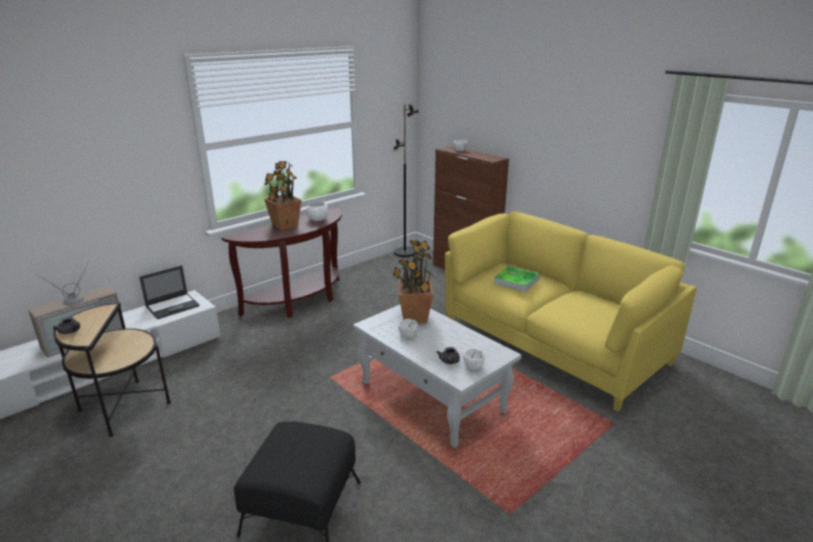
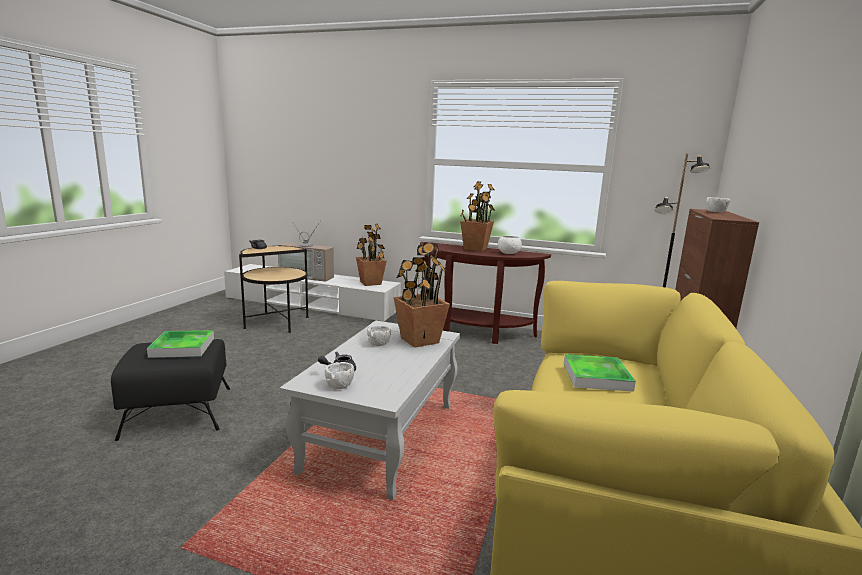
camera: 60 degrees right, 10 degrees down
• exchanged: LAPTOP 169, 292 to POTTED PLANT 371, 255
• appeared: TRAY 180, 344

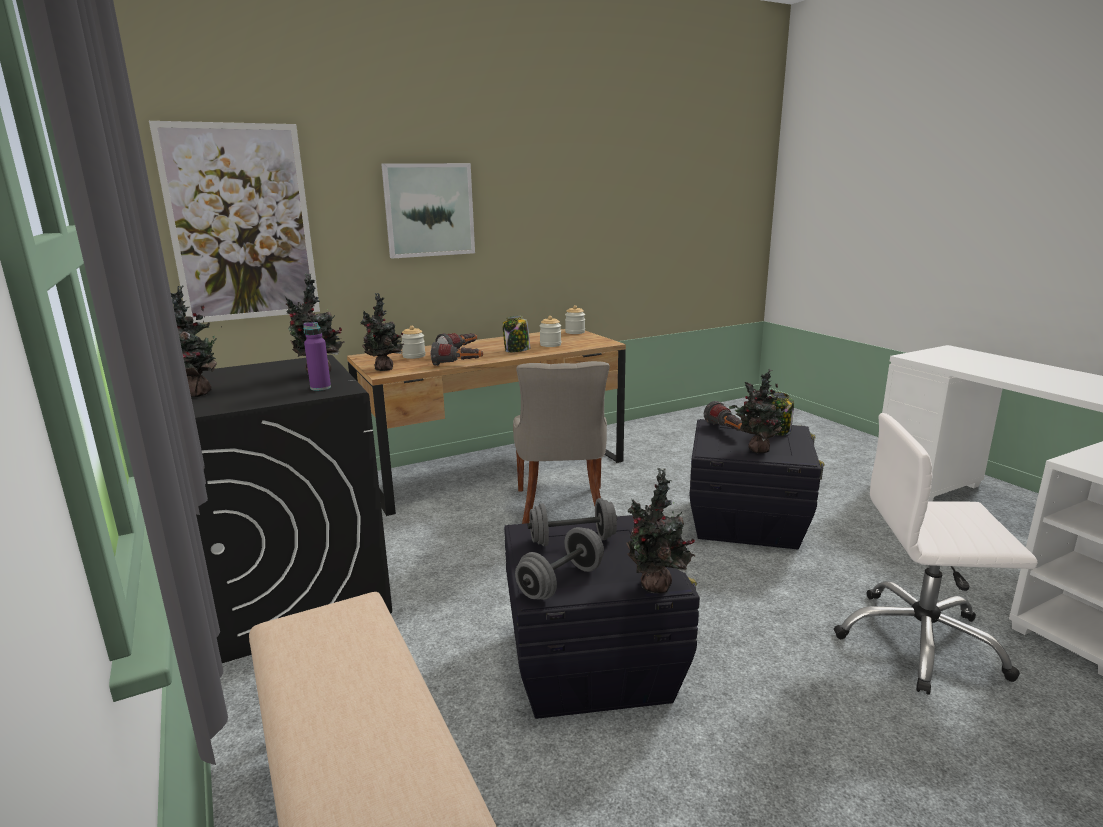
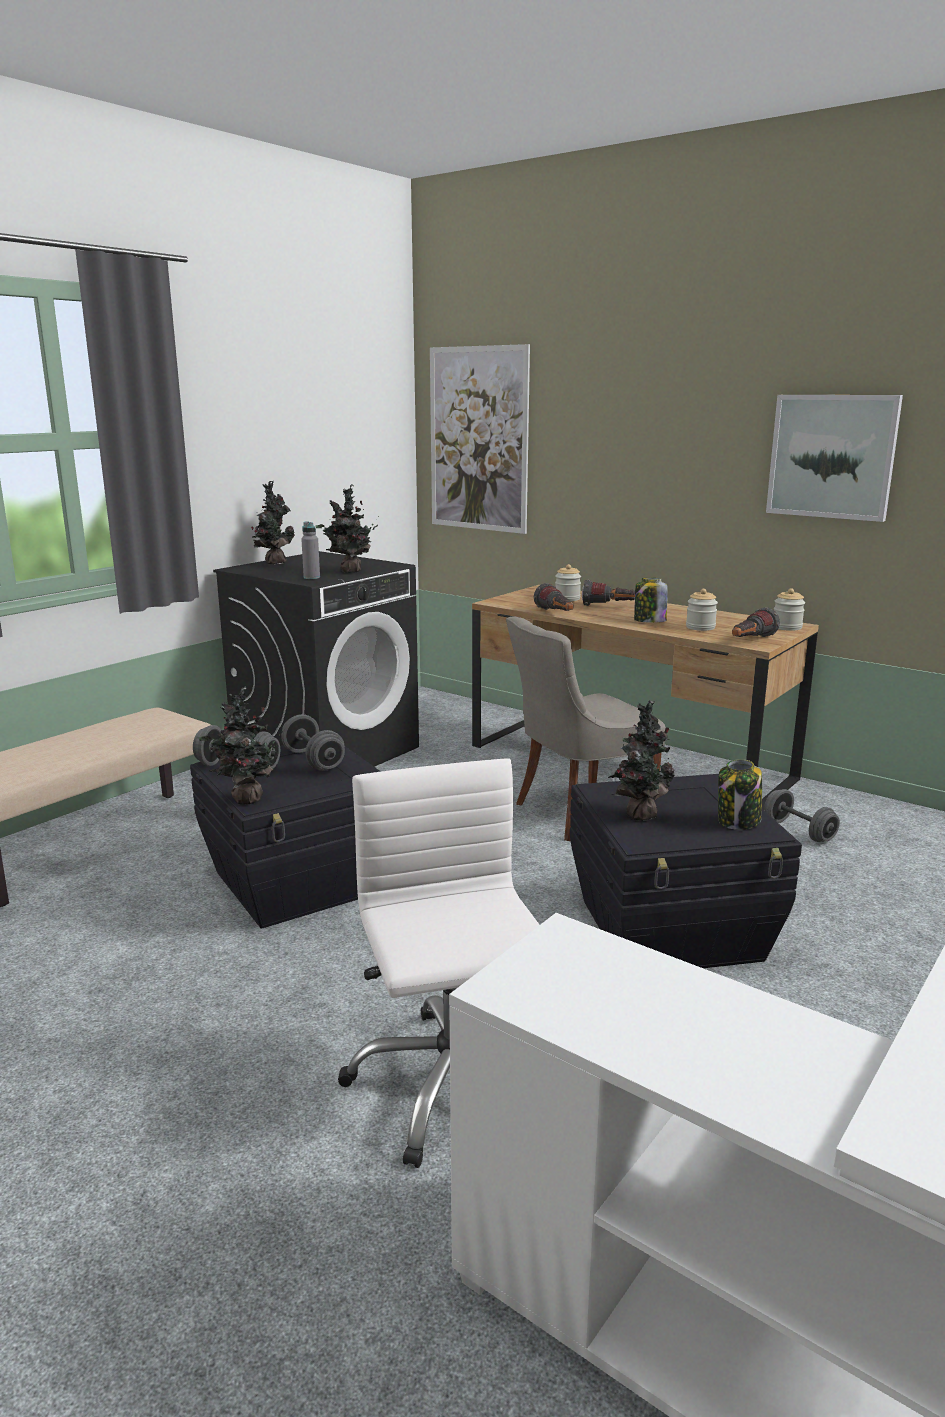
camera: 65 degrees right, 0 degrees up
• relocated: PICTURE 428, 210 to 834, 458
• missing: POTTED PLANT 383, 332
• colour: PURPLE BOTTLE 317, 356 to GREY BOTTLE 310, 550
• relocated: FLASHLIGHT 723, 415 to 756, 622
• appeared: GREY DUMBBELL 802, 815

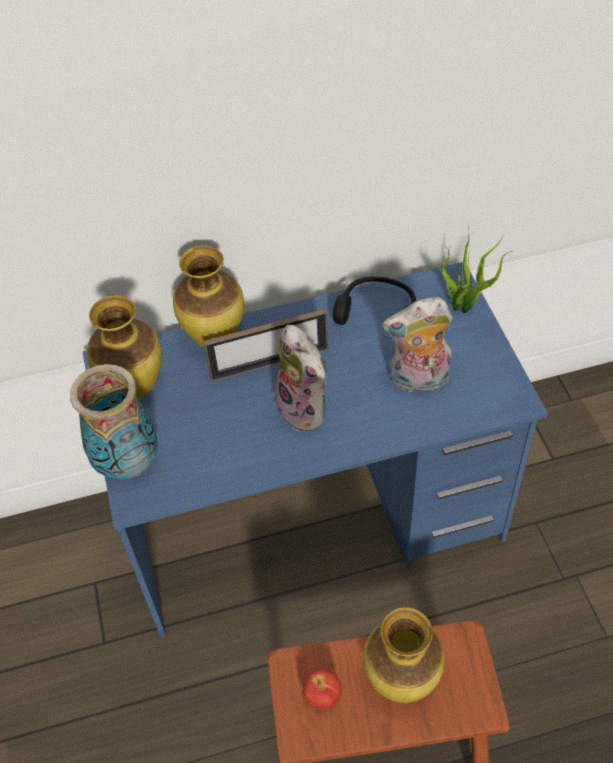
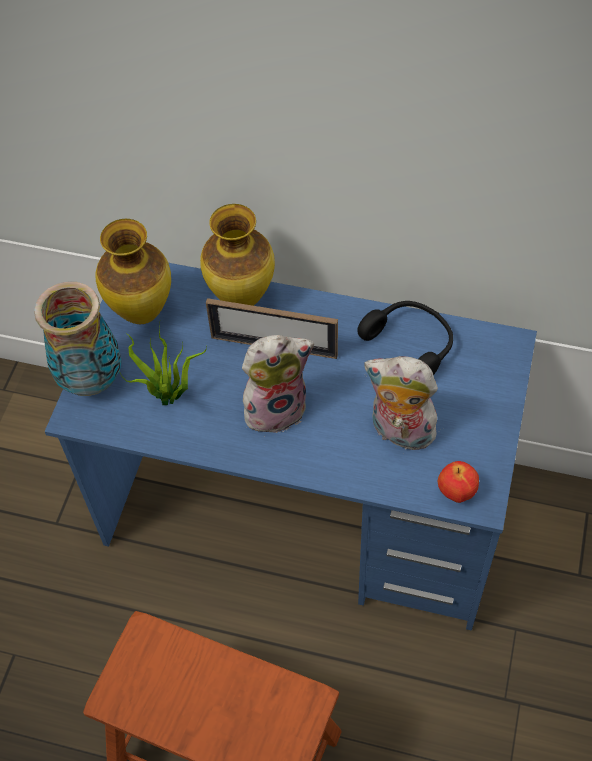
camera: 30 degrees right, 5 degrees up
• relocated: POTTED PLANT 477, 269 to 163, 364
• spun: PLUSH TOY 299, 378 = 278, 384 105 degrees counterclockwise
• missing: VASE 404, 655
• relocated: APPLE 322, 689 to 458, 482

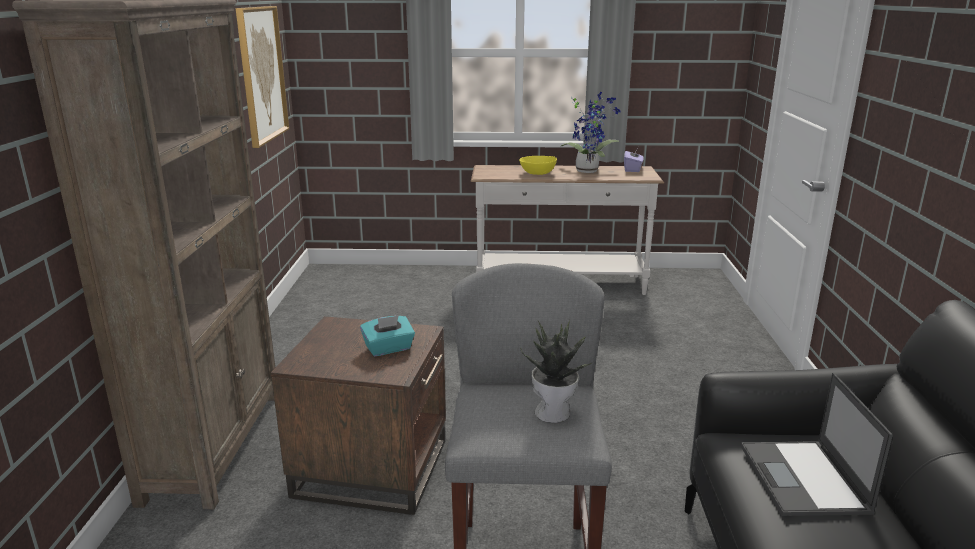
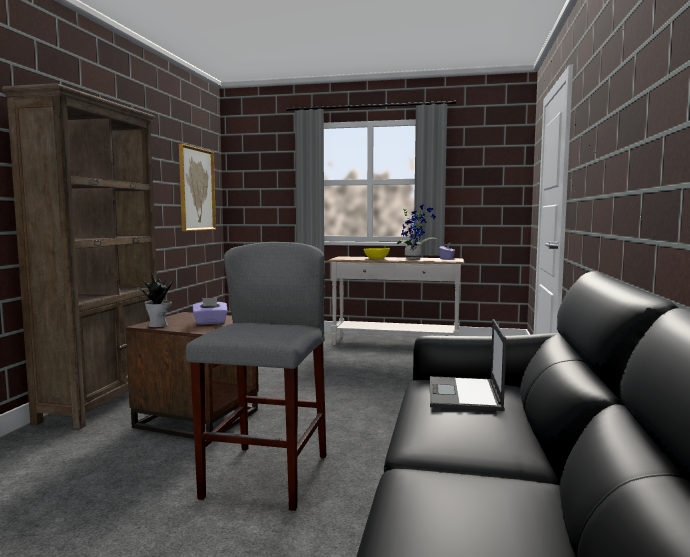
camera: 10 degrees right, 15 degrees down
• colour: TURQUOISE TISSUE BOX 387, 336 to PURPLE TISSUE BOX 210, 311
• relocated: POTTED PLANT 556, 371 to 154, 300

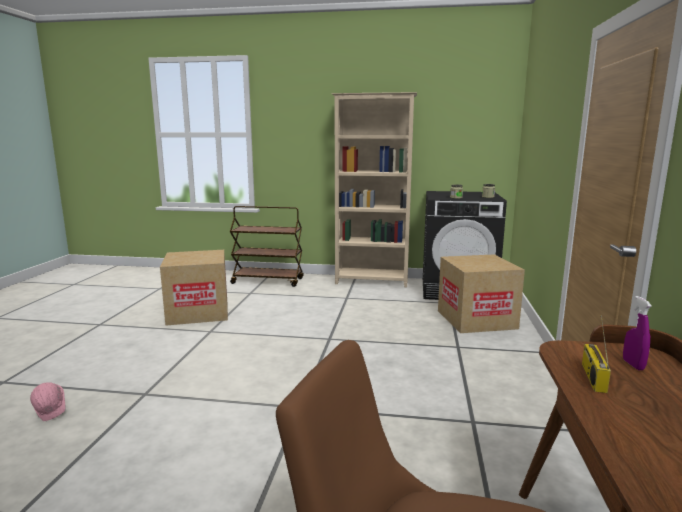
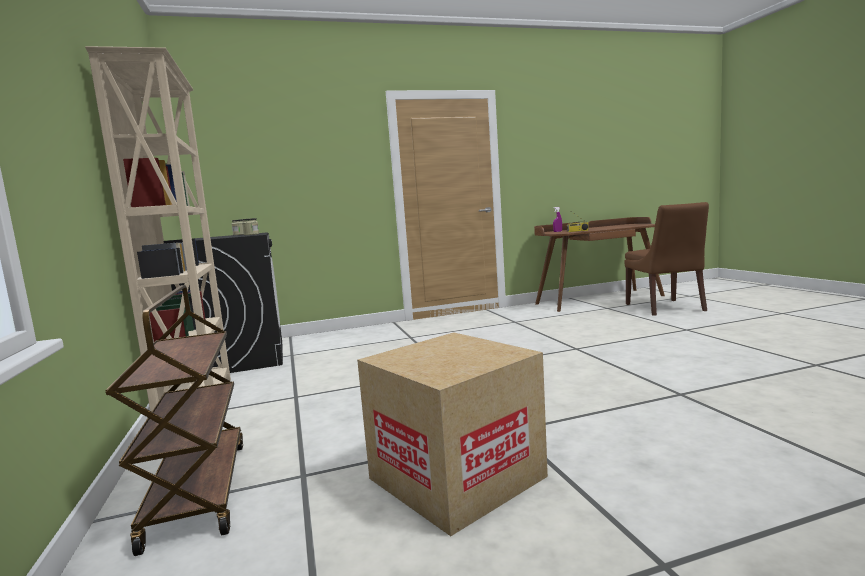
camera: 115 degrees left, 5 degrees down
• missing: CARDBOARD BOX 481, 293
• missing: PINK HARD HAT 48, 401

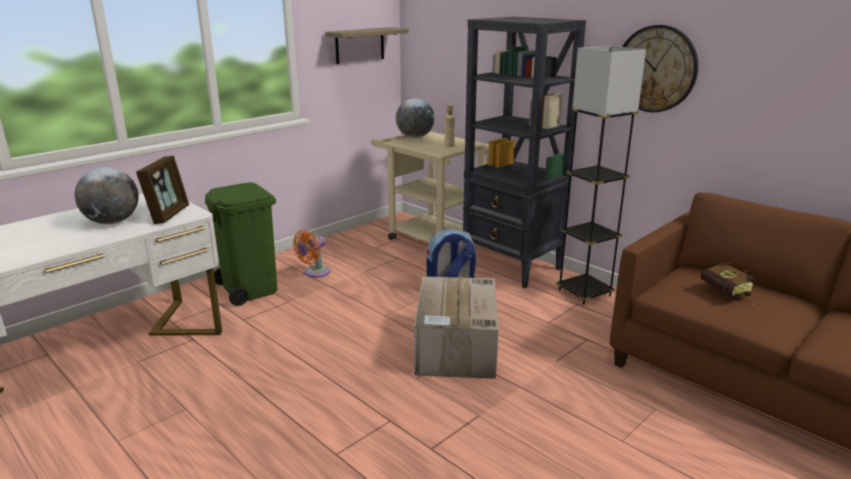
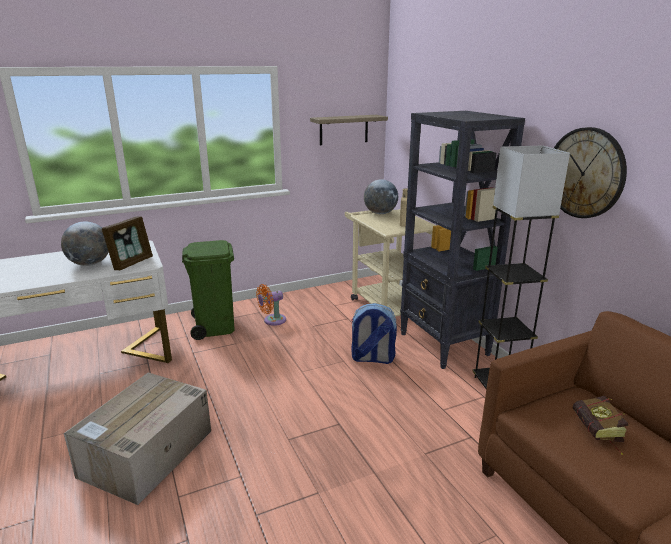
camera: 20 degrees right, 0 degrees up
• relocated: CARDBOARD BOX 456, 327 to 137, 438

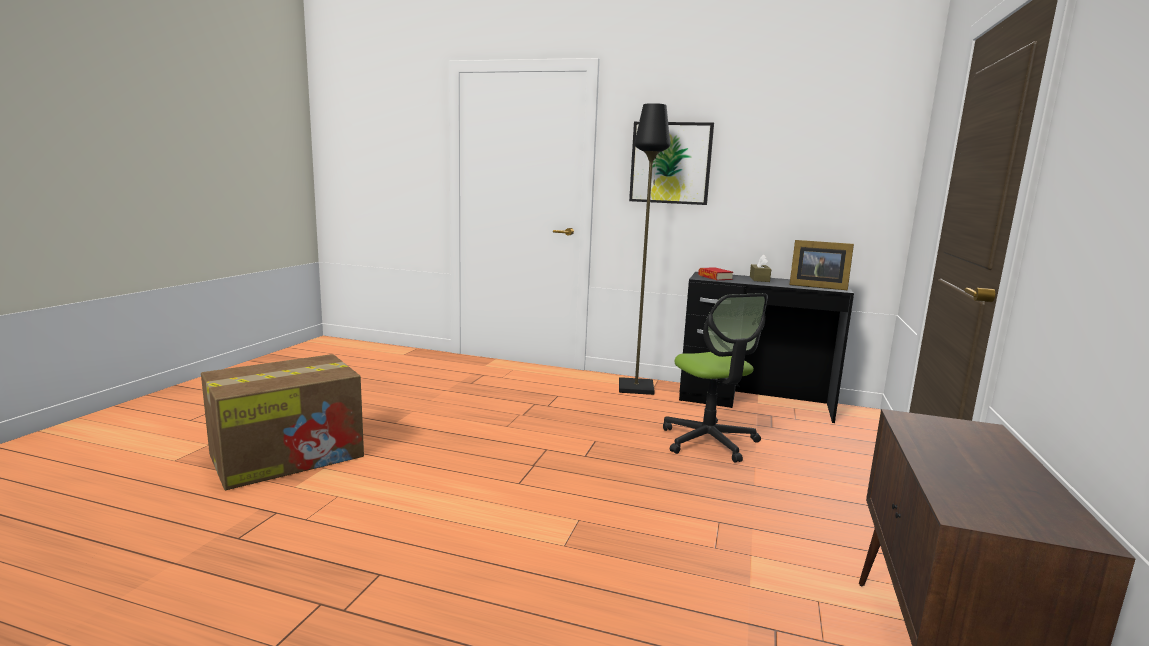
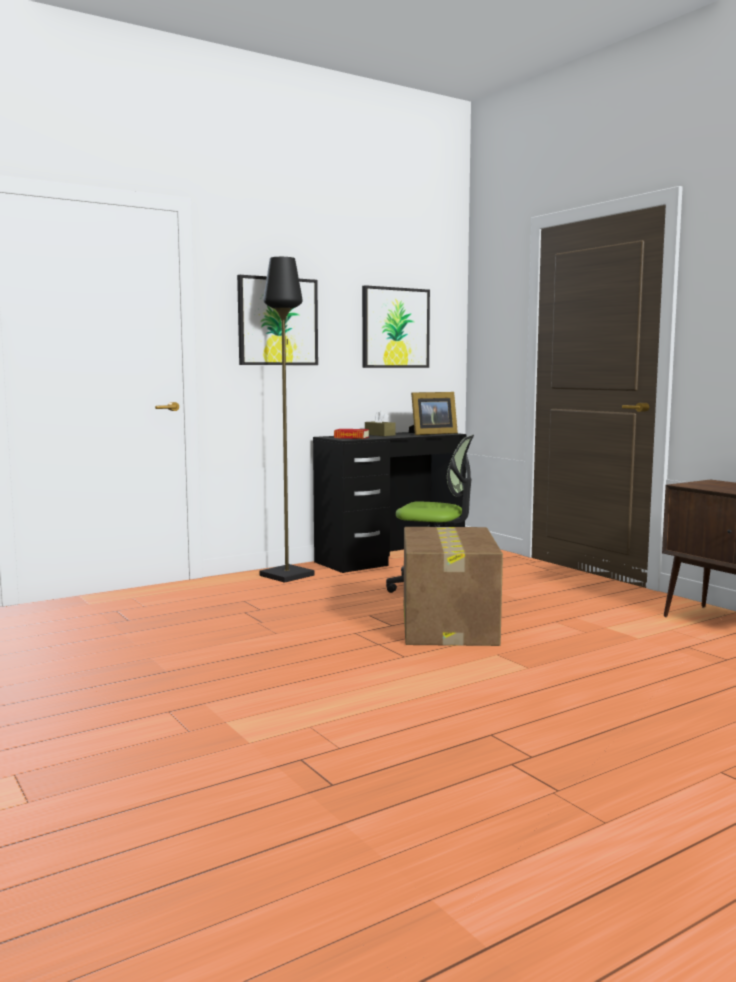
camera: 50 degrees left, 5 degrees down
• relocated: CARDBOARD BOX 282, 422 to 453, 586
• appeared: PICTURE 396, 326

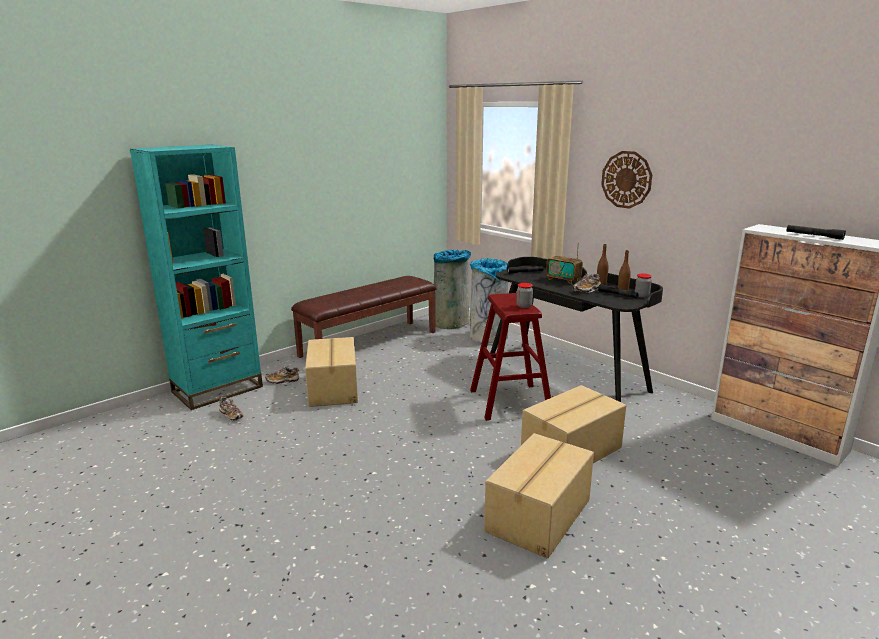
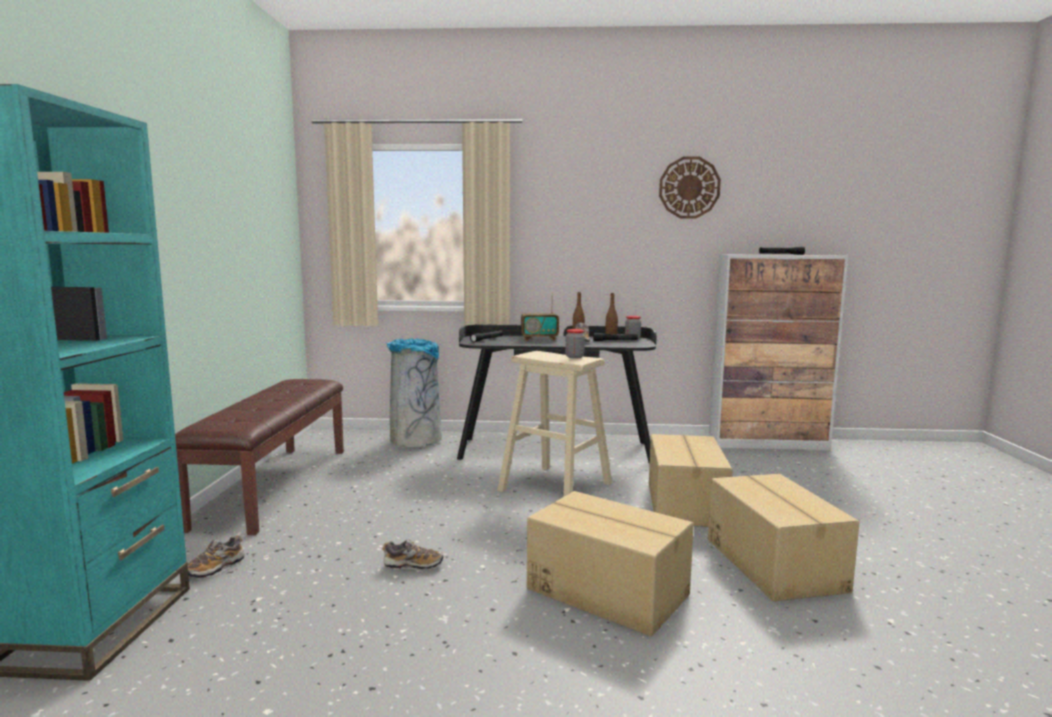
camera: 45 degrees left, 10 degrees down
• relocated: WALL CLOCK 626, 180 to 690, 188
• missing: GREY TRASH CAN 452, 289
• colour: RED STOOL 510, 357 to BEIGE STOOL 554, 424
• relocated: CARDBOARD BOX 331, 372 to 610, 563
• relocated: SHOE 231, 409 to 413, 554

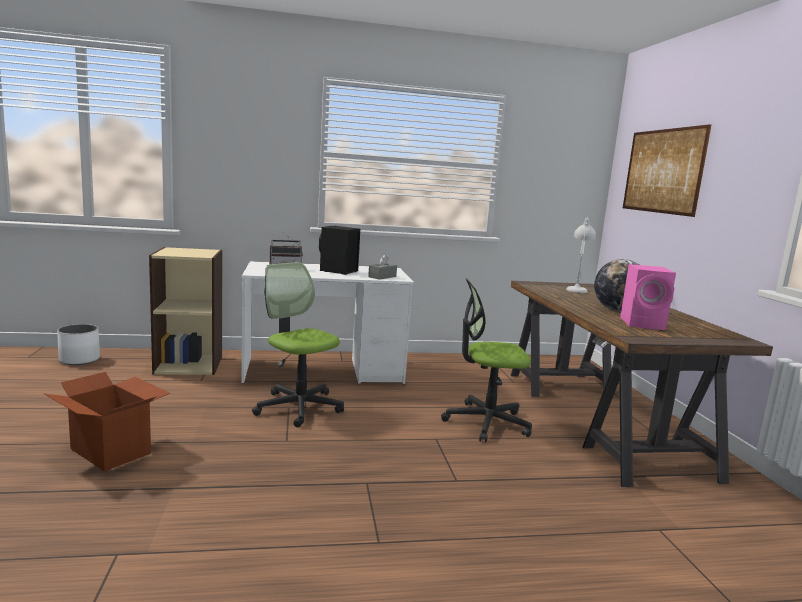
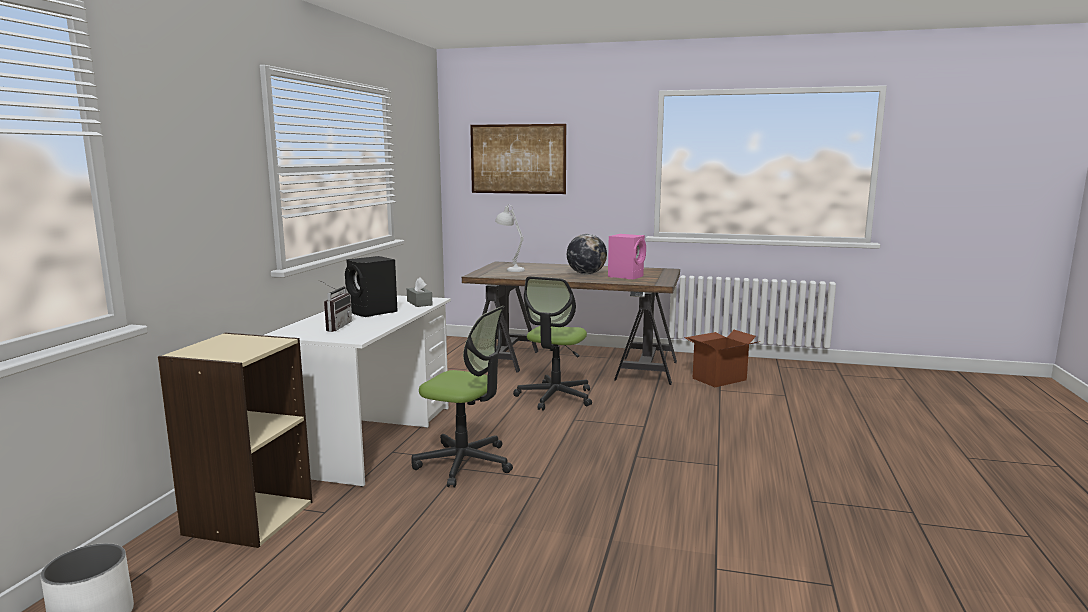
camera: 65 degrees left, 0 degrees up
• spun: OFFICE CHAIR 298, 344 = 462, 397 135 degrees counterclockwise
• relocated: CARDBOARD BOX 107, 421 to 722, 358

